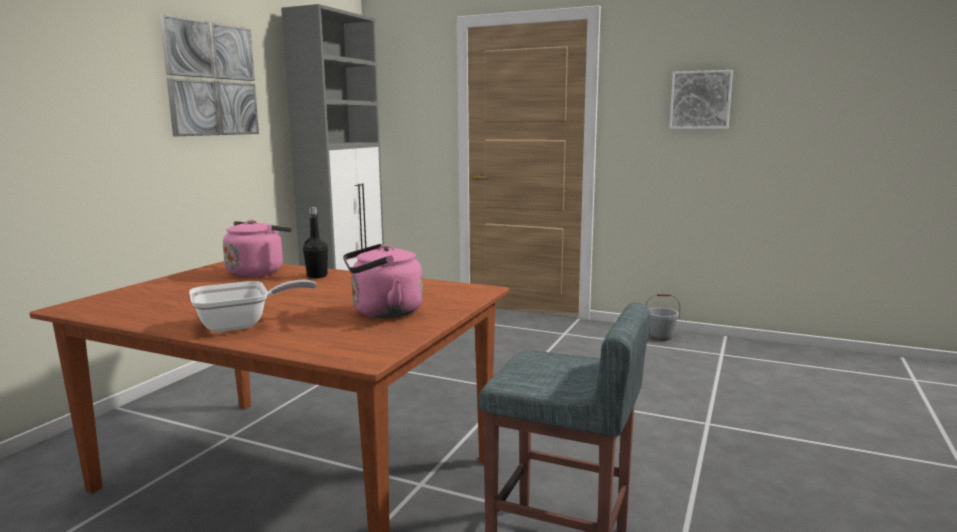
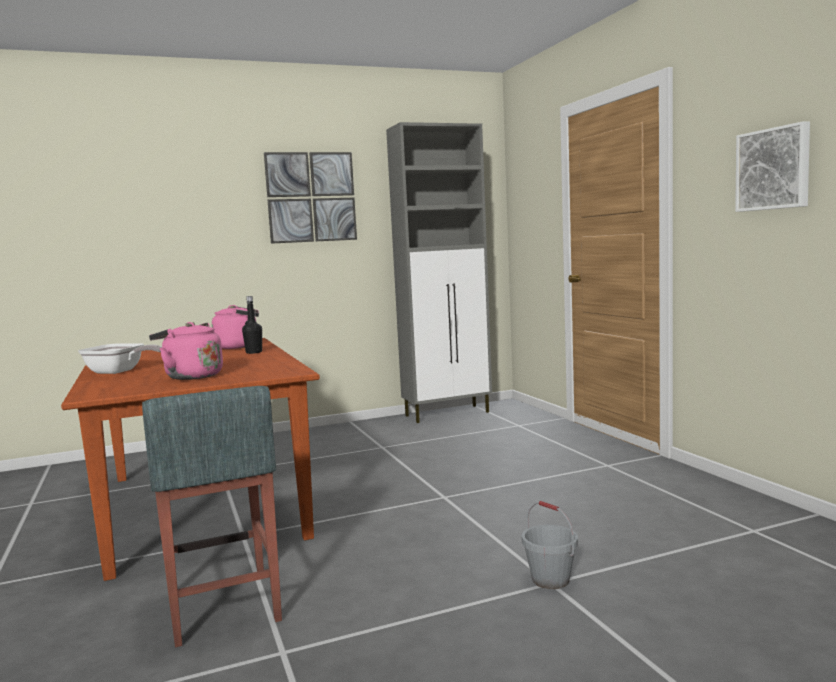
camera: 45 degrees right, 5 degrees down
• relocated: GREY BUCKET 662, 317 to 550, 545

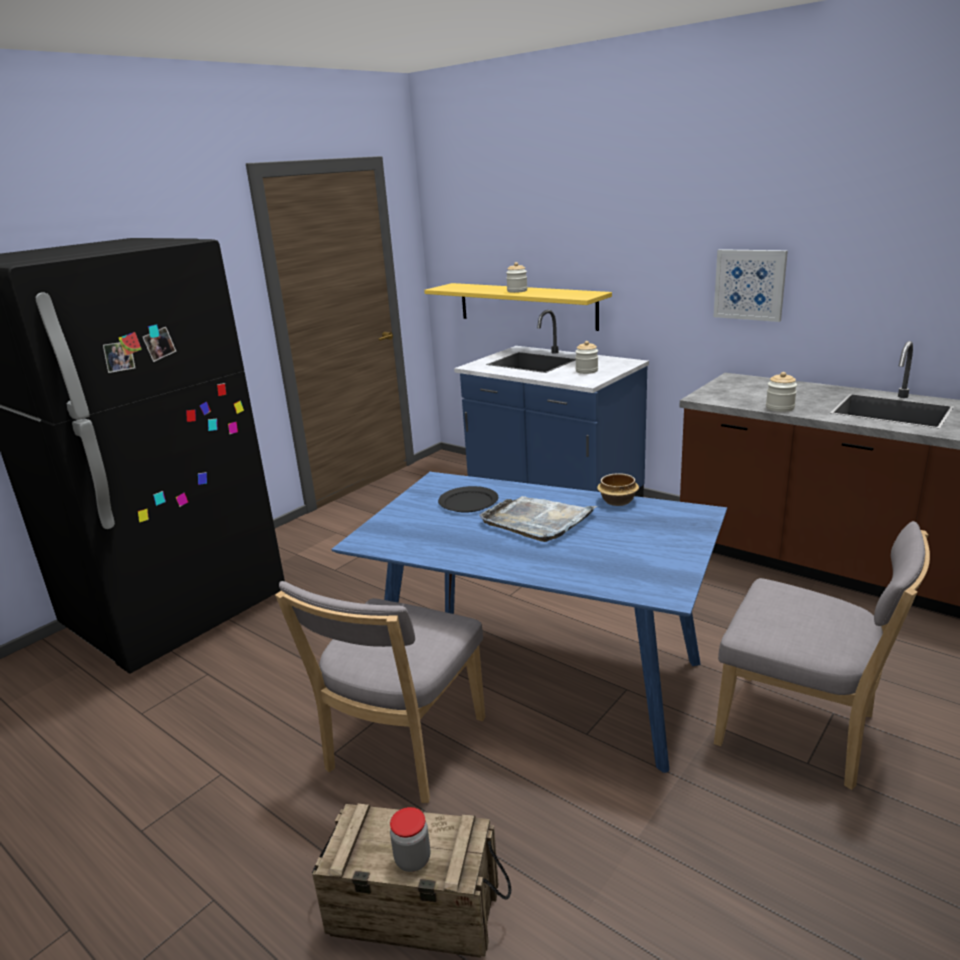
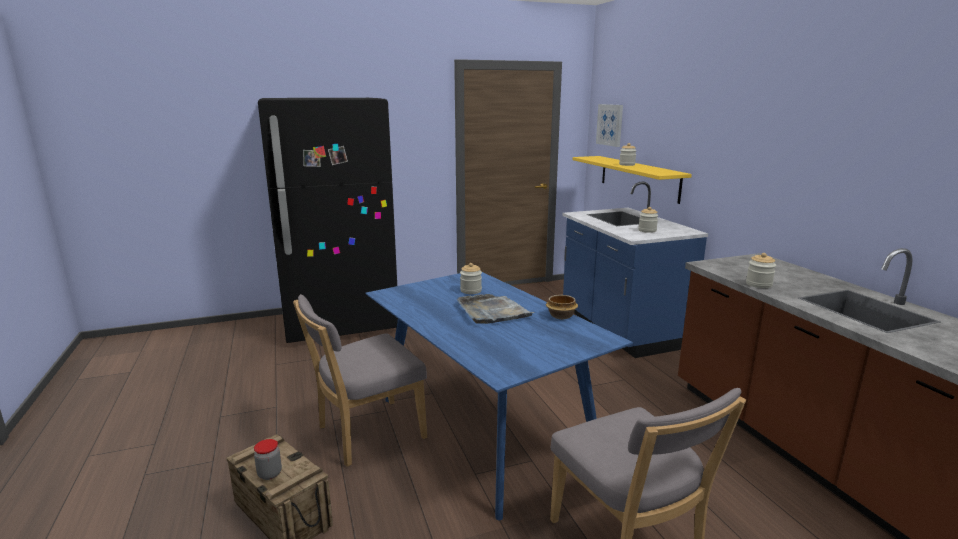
camera: 30 degrees right, 5 degrees down
• relocated: PICTURE 751, 285 to 609, 125
• exchanged: BLACK PLATE 468, 499 to JAR 471, 278

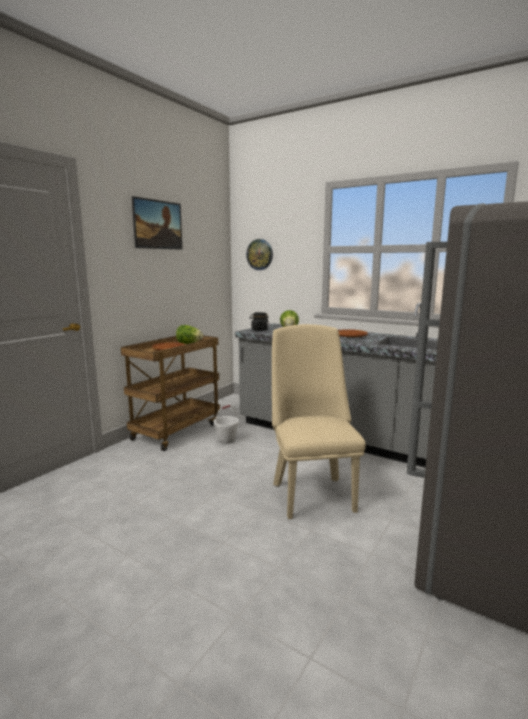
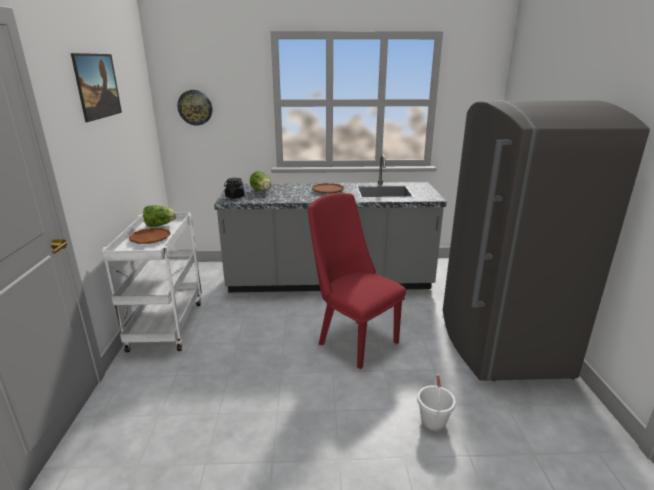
camera: 35 degrees left, 10 degrees up
• colour: BEIGE CHAIR 319, 421 to RED CHAIR 357, 281
• colour: BROWN CART 170, 393 to WHITE CART 151, 282
• relocated: WHITE BUCKET 226, 424 to 436, 402

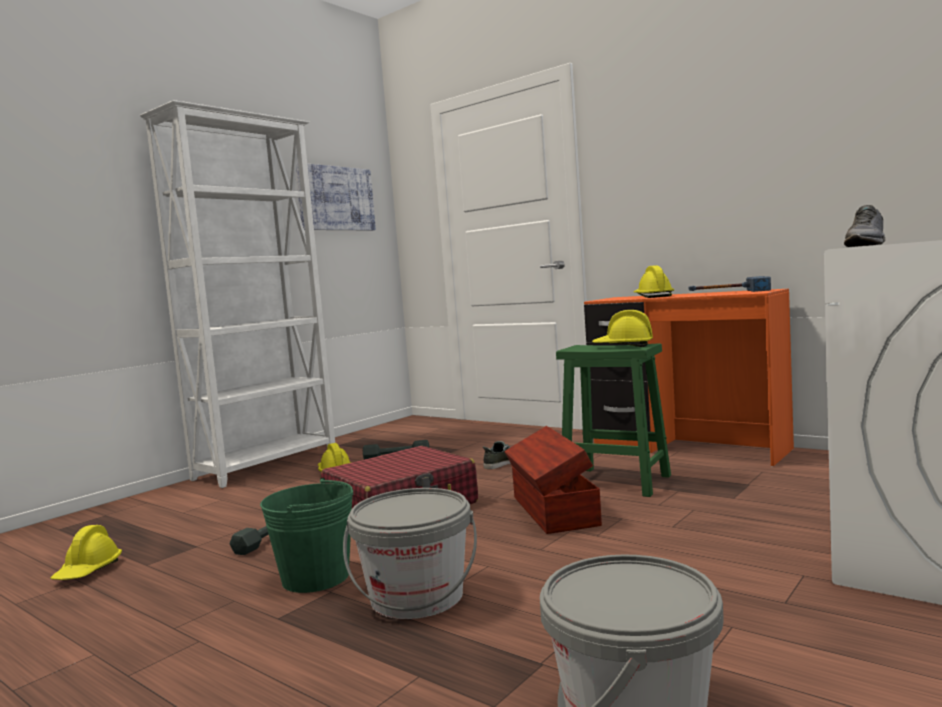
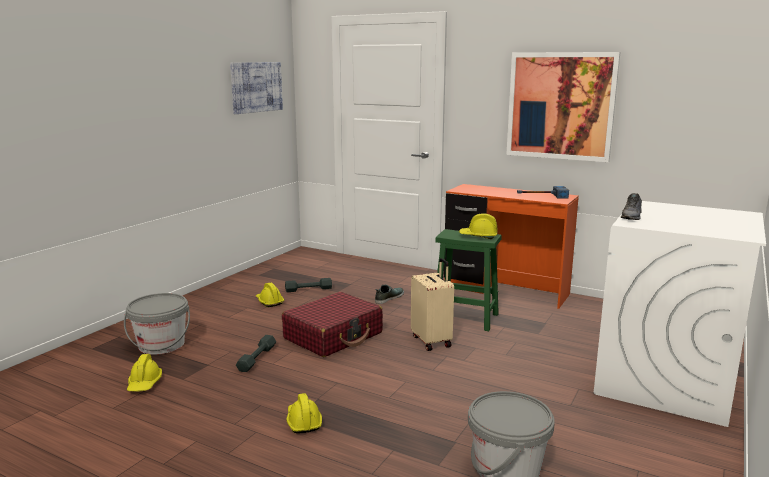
camera: 10 degrees left, 10 degrees up
• missing: WHITE BOOKCASE 237, 294
• relocated: YELLOW HARD HAT 653, 281 to 304, 413
• exchanged: BROWN STORAGE BOX 553, 480 to BEIGE SUITCASE 432, 304
• missing: GREEN BUCKET 306, 535
• relocated: GREY BUCKET 410, 553 to 157, 324
• appeared: PICTURE 563, 107

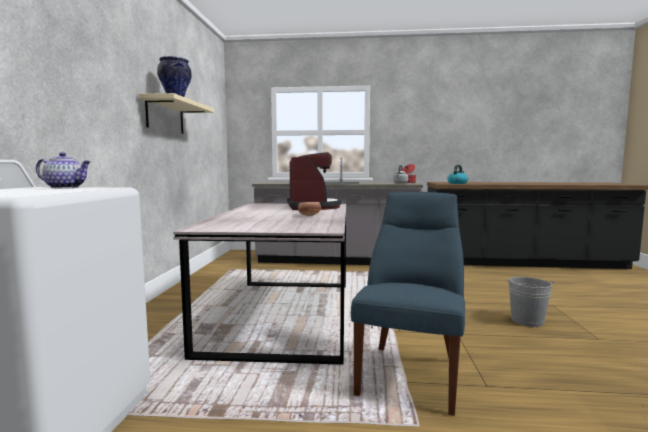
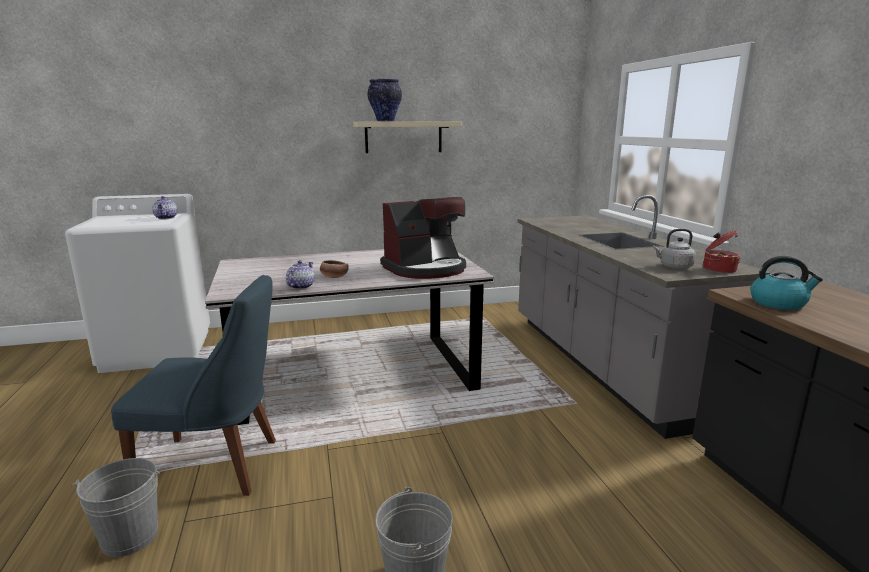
camera: 70 degrees right, 10 degrees up
• appeared: TEAPOT 300, 274
• appeared: GREY BUCKET 115, 507

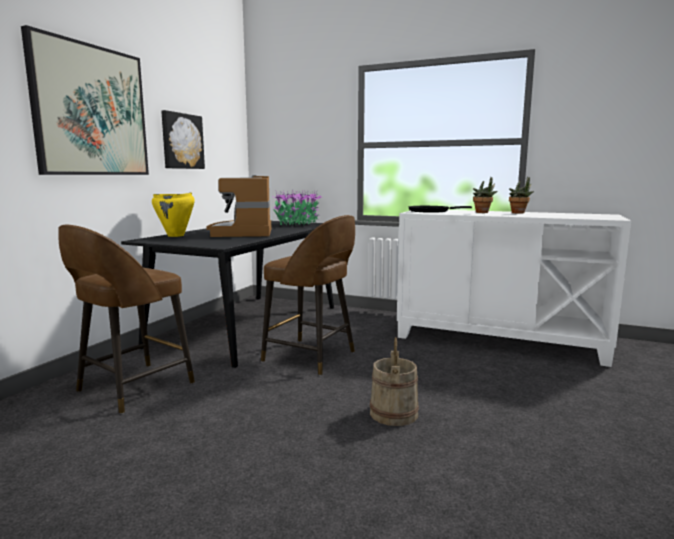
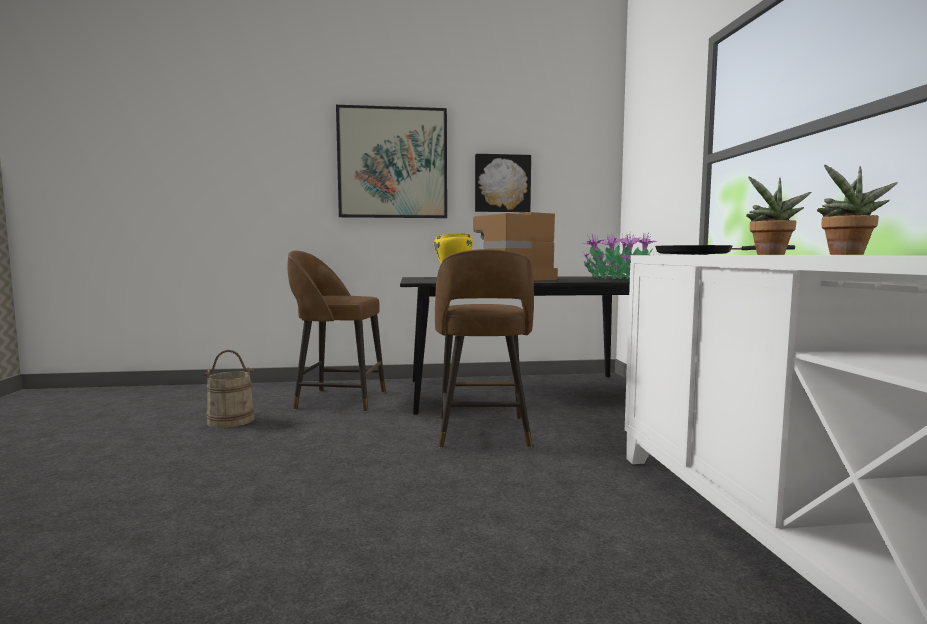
camera: 60 degrees right, 5 degrees down
• relocated: BEIGE BUCKET 394, 381 to 229, 389

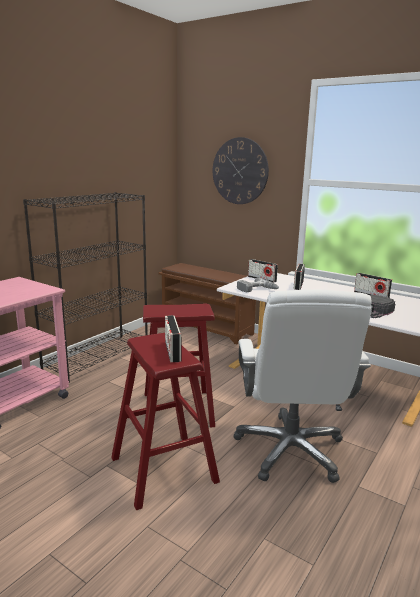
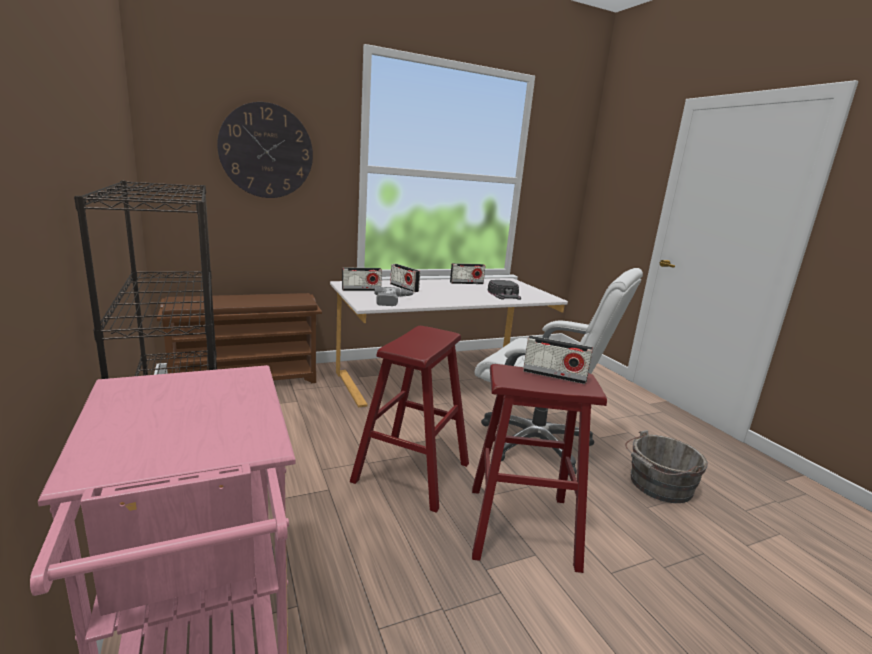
camera: 60 degrees left, 0 degrees up
• appeared: GREY BUCKET 666, 466

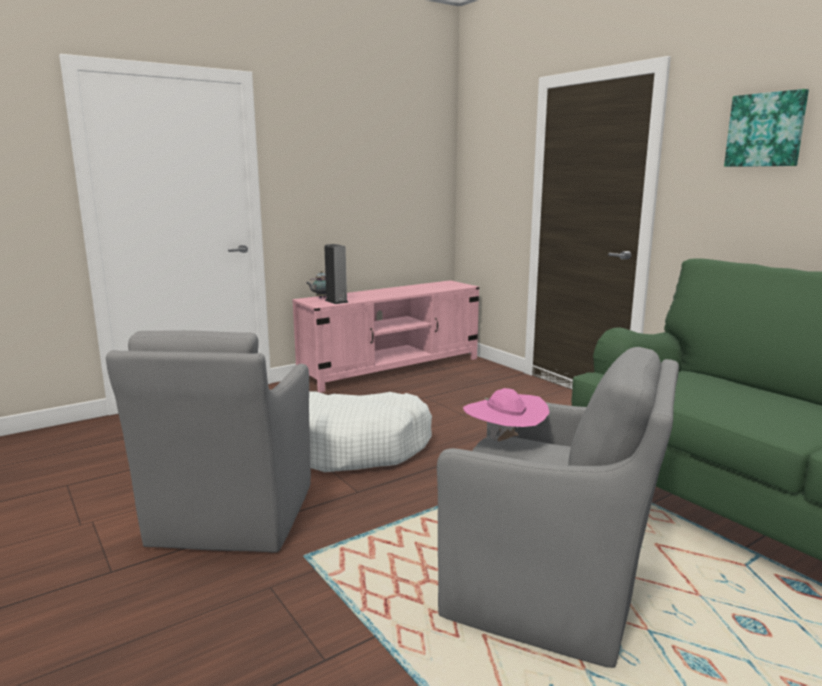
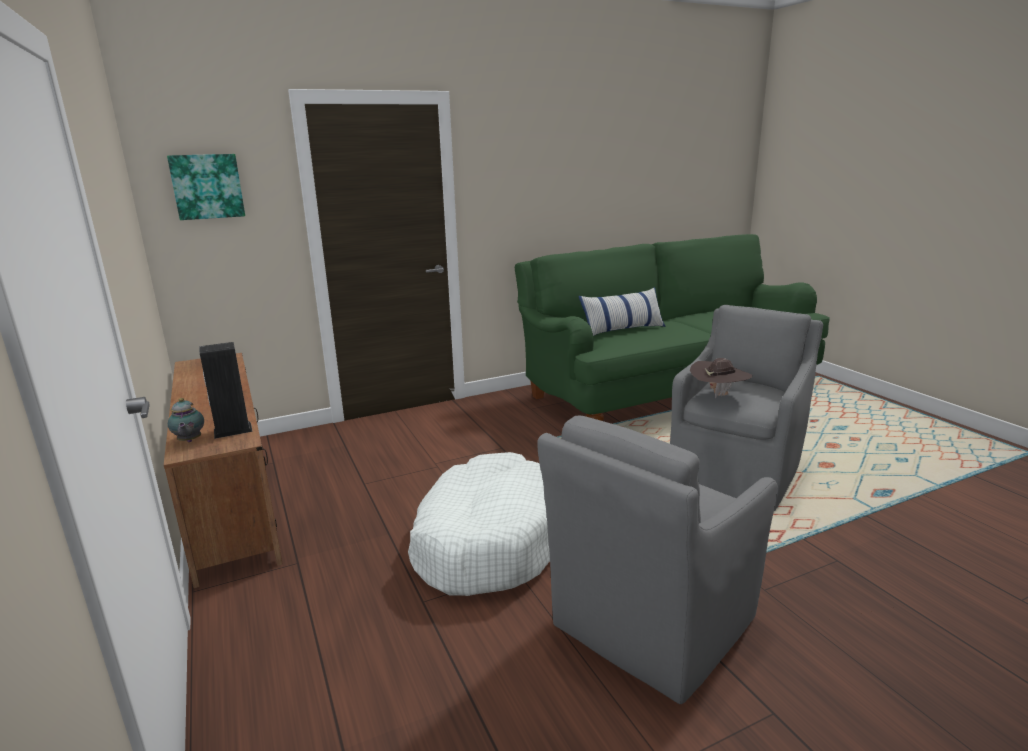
camera: 80 degrees left, 5 degrees up
• relocated: PICTURE 766, 128 to 206, 187
• colour: PINK TV STAND 385, 336 to BROWN TV STAND 223, 470
• spun: GREY ARMCHAIR 208, 441 = 657, 559 120 degrees clockwise
• colour: PINK HAT 506, 415 to BROWN HAT 721, 378
• appeared: PILLOW 622, 311

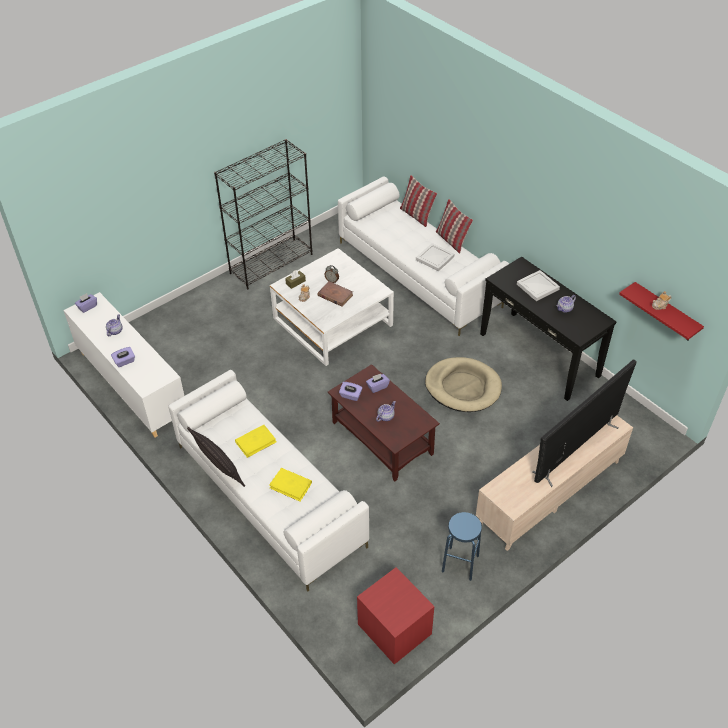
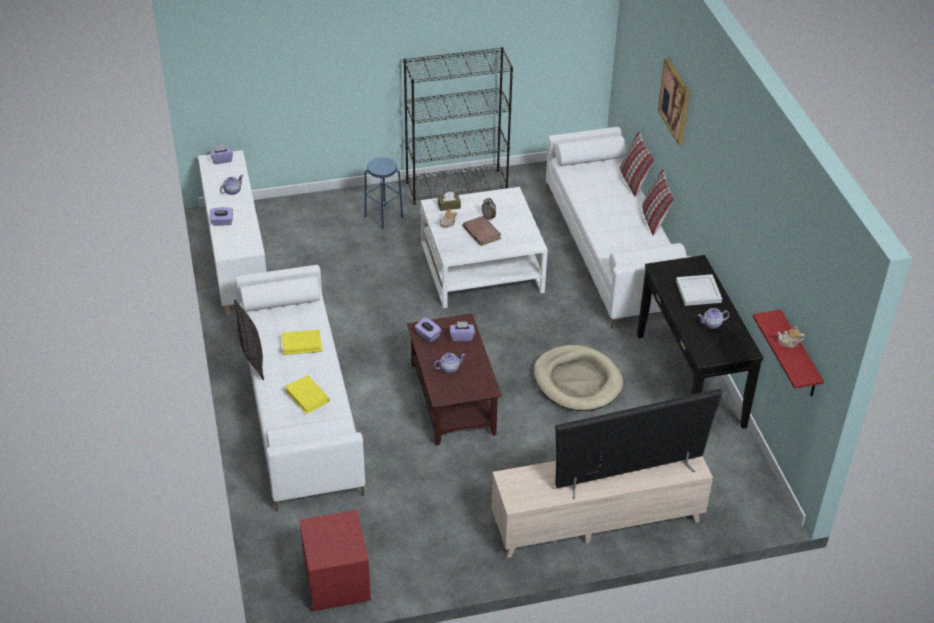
camera: 25 degrees right, 5 degrees down
• missing: WHITE TRAY 435, 257
• relocated: BLUE STOOL 462, 546 to 383, 193
• appeared: PICTURE 674, 101

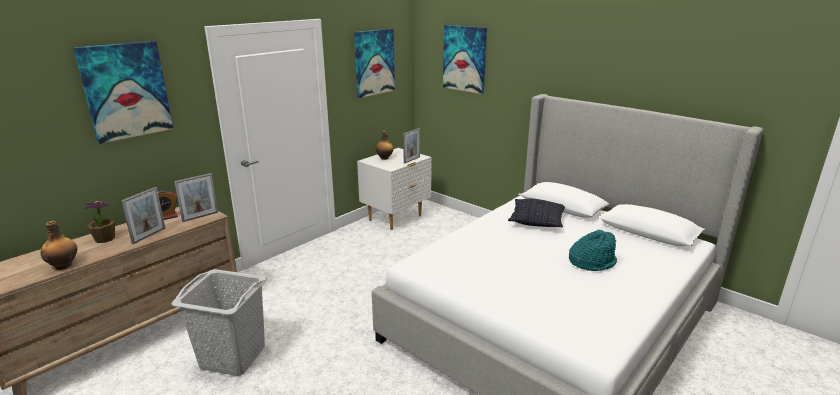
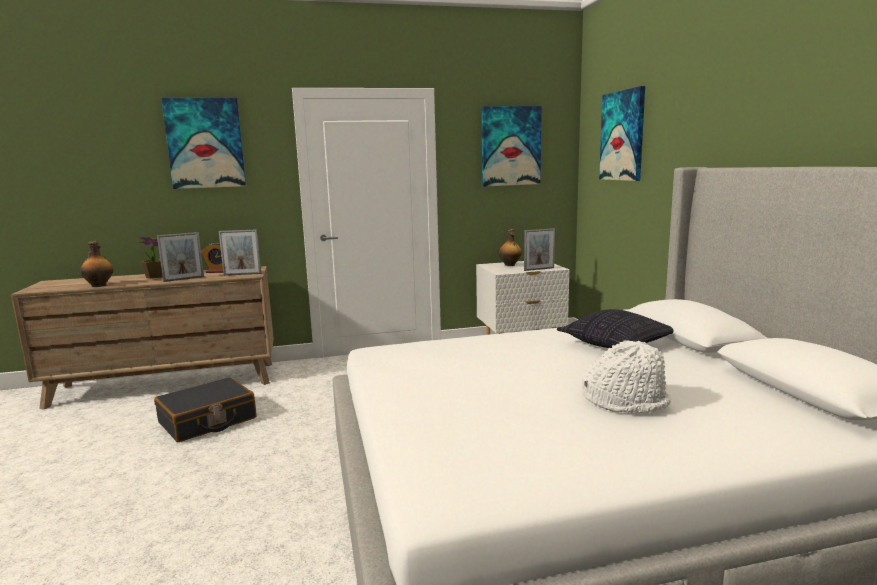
camera: 35 degrees right, 10 degrees down
• colour: TURQUOISE HAT 593, 250 to WHITE HAT 626, 376
• exchanged: GREY LAUNDRY BASKET 219, 322 to BLACK SUITCASE 205, 409

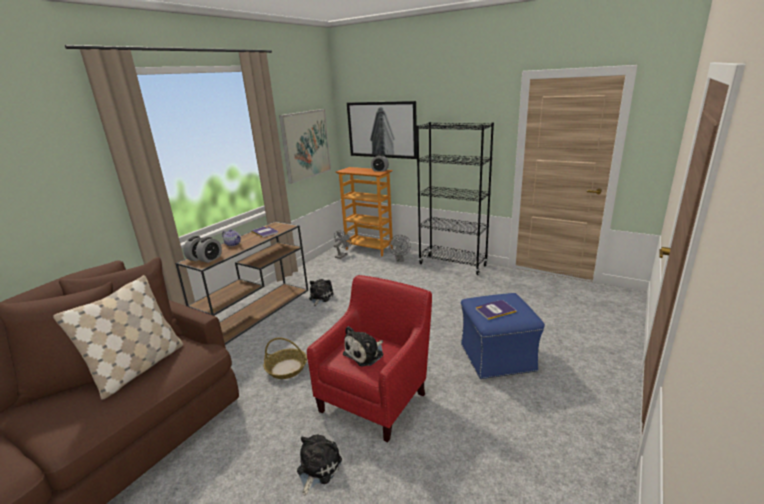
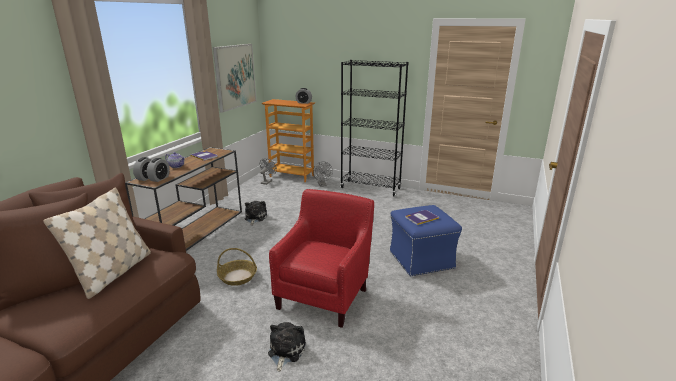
camera: 10 degrees left, 0 degrees up
• missing: PICTURE 382, 130
• missing: PLUSH TOY 363, 346

